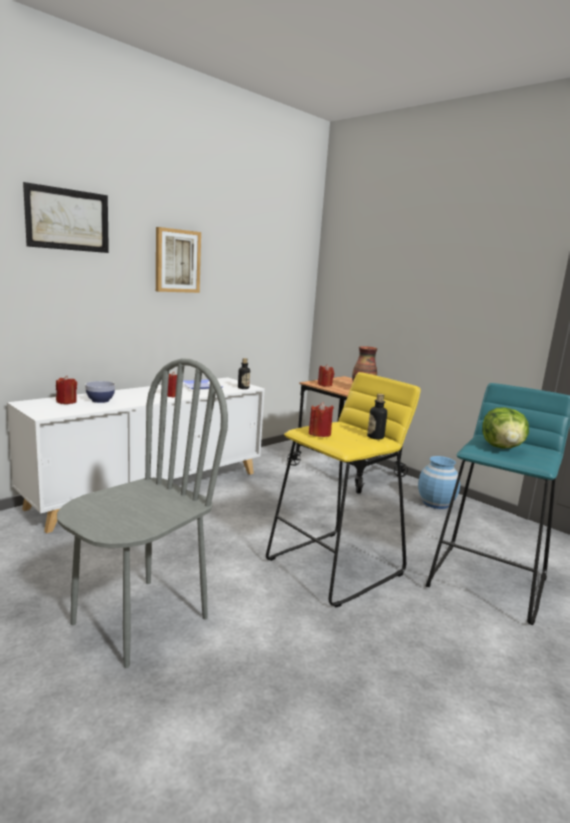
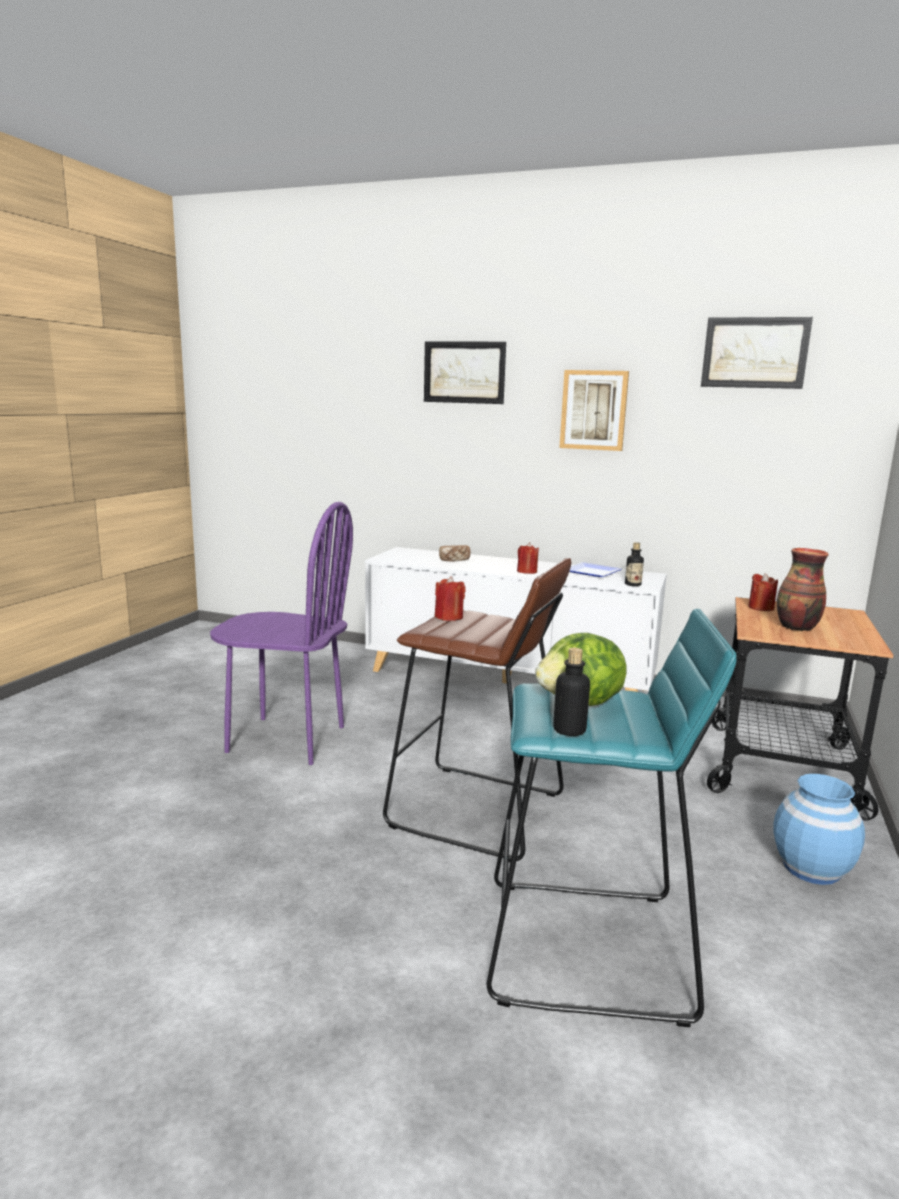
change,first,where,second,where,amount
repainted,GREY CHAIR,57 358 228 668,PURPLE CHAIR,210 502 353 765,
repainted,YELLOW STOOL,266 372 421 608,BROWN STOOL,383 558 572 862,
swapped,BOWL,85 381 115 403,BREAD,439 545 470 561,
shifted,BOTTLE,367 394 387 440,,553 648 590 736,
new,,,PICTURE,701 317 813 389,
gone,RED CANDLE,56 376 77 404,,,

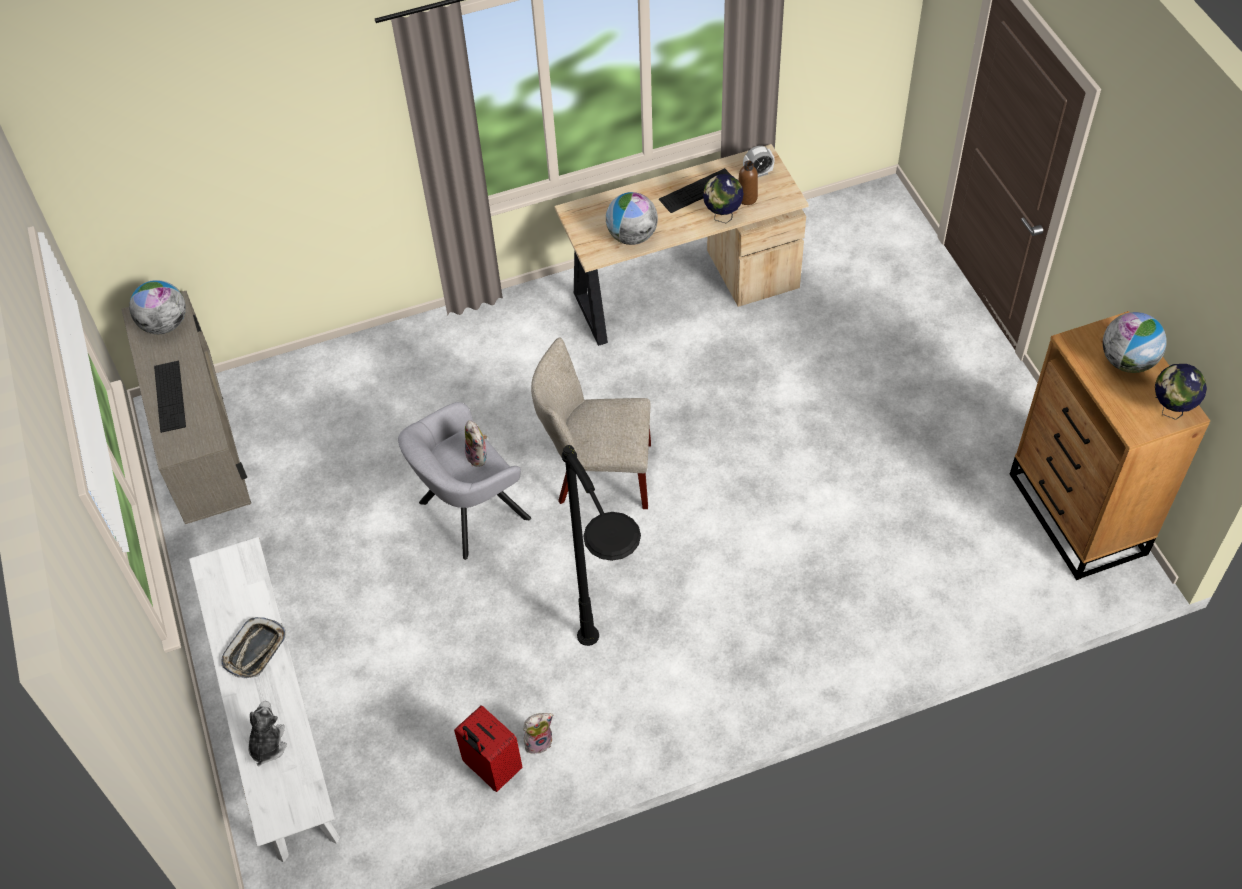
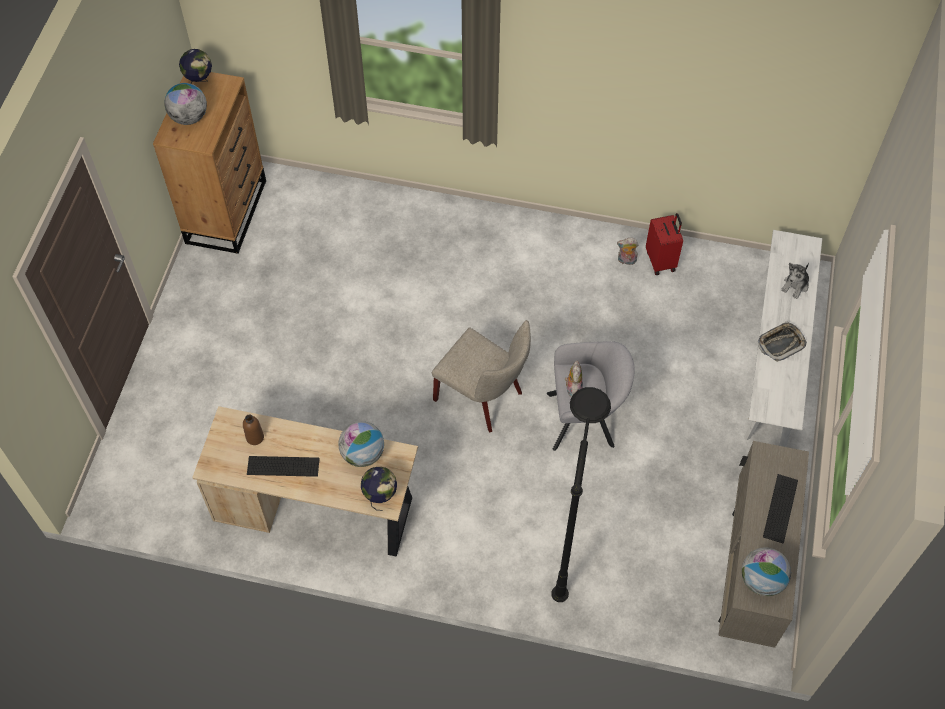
change,first,where,second,where,amount
shifted,GLOBE,703 174 744 223,,361 467 397 511,
shifted,BLACK FLOOR LAMP,562 445 641 646,,551 387 611 602,
gone,ALARM CLOCK,743 146 775 177,,,

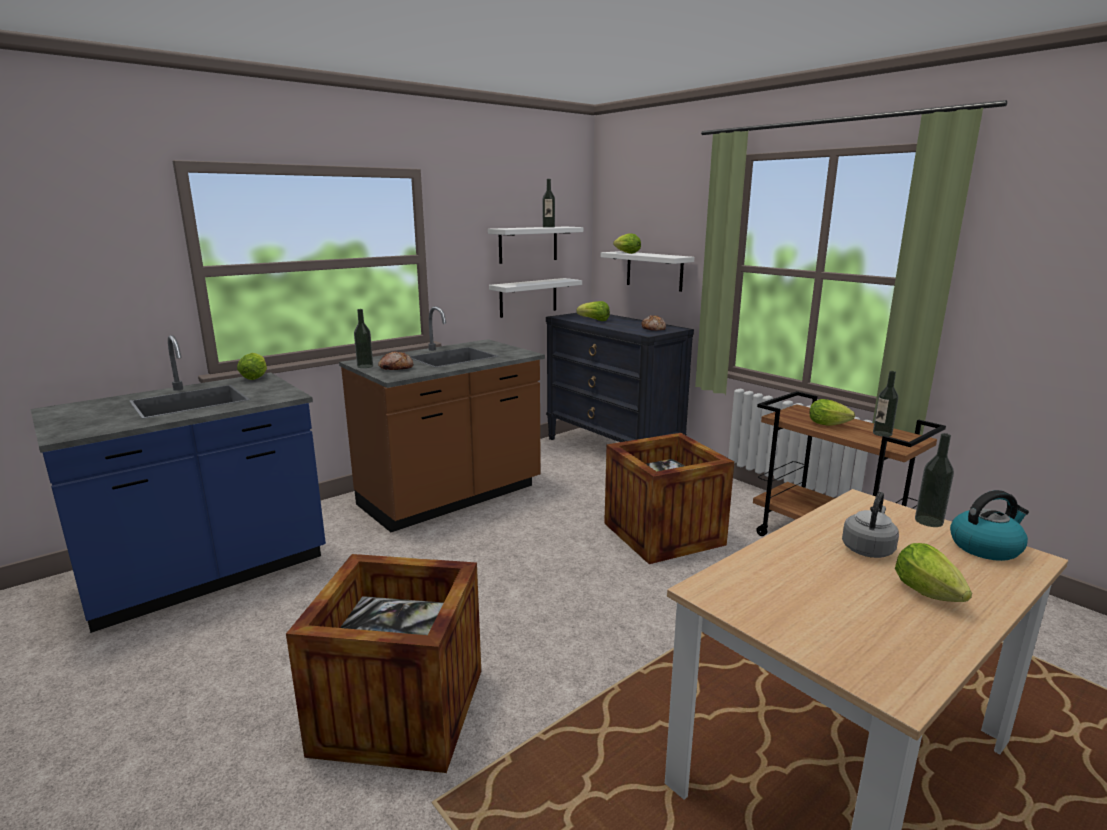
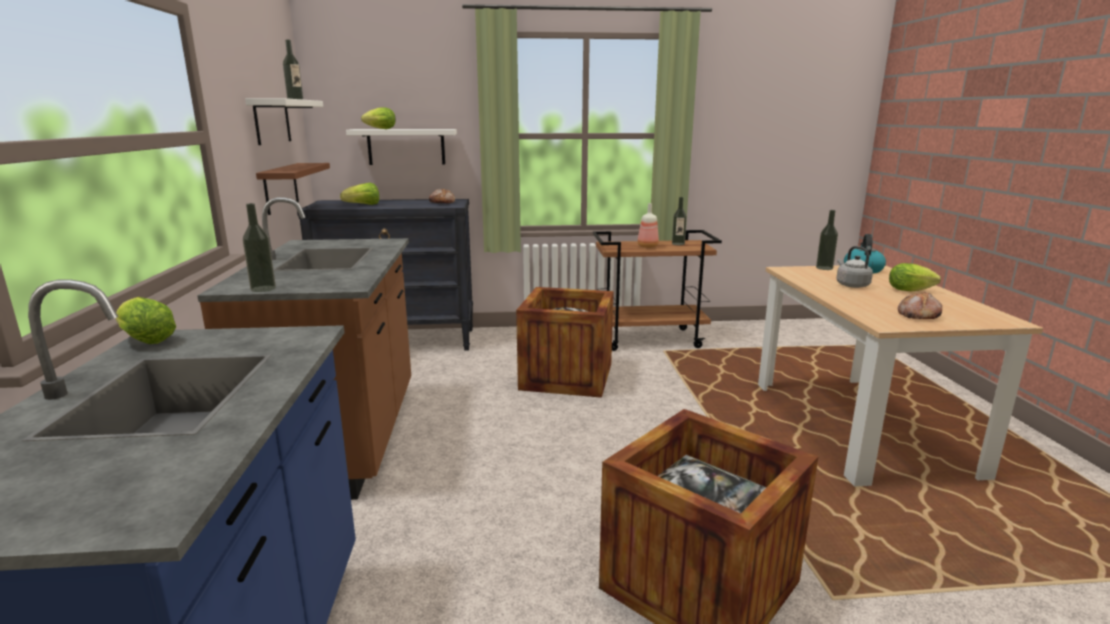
change,first,where,second,where,amount
repainted,WHITE SHELF,489 278 582 318,BROWN SHELF,256 163 330 215,
swapped,LETTUCE,809 399 855 426,BOTTLE,637 203 659 248,
shifted,BREAD,378 351 413 370,,898 292 942 319,

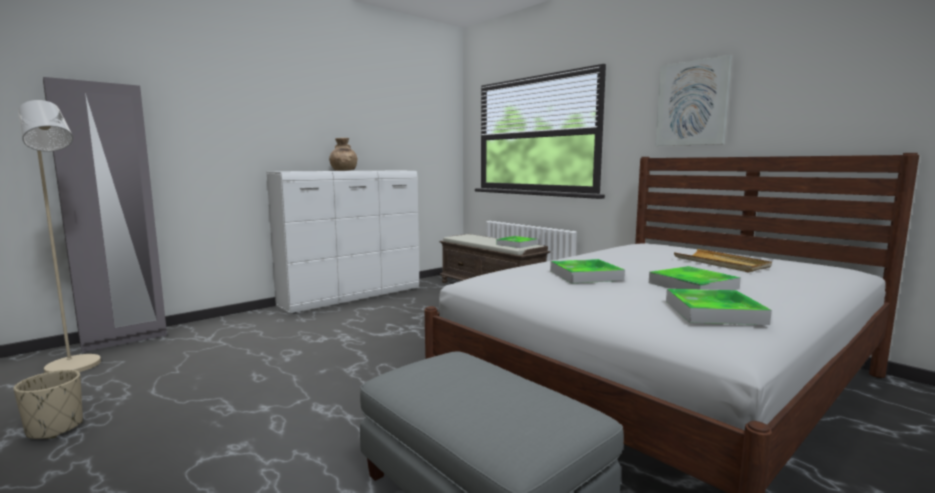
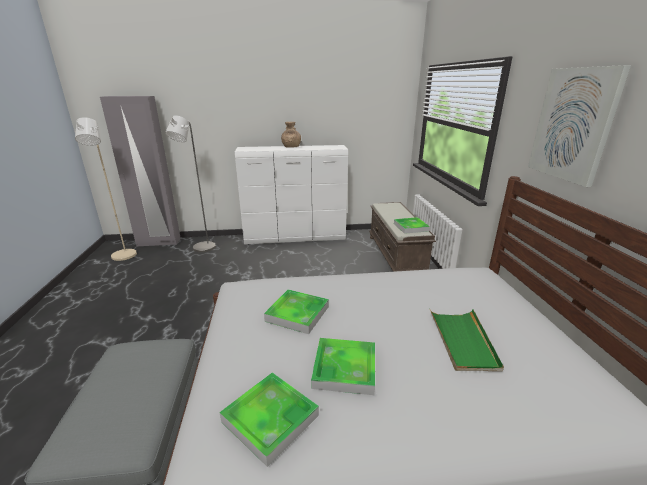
change,first,where,second,where,amount
new,,,GREY FLOOR LAMP,165 115 216 252,
repainted,BEIGE TRAY,674 249 772 273,GREEN TRAY,430 310 504 372,
gone,BEIGE PLANTER,14 370 83 439,,,

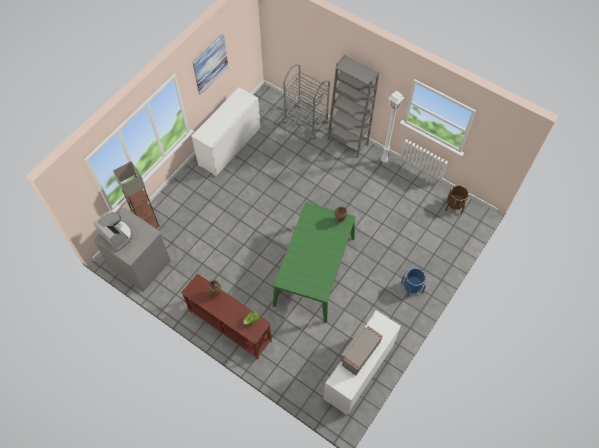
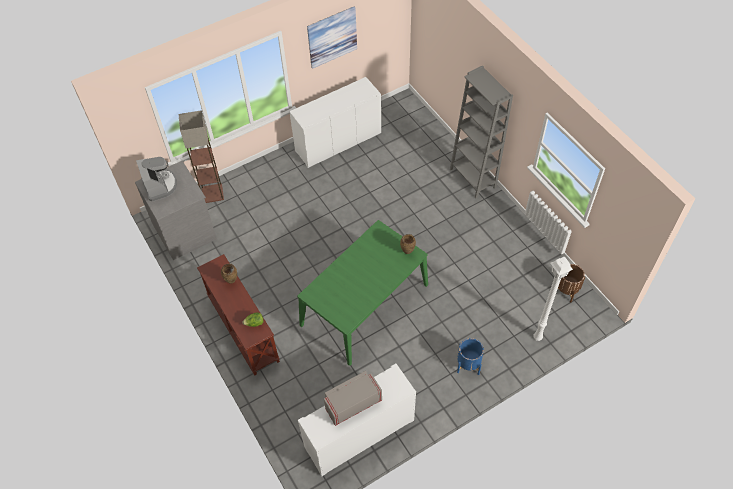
change,first,where,second,where,amount
shifted,WHITE FLOOR LAMP,381 91 404 162,,533 256 573 341,
gone,GREY CART,283 64 330 140,,,

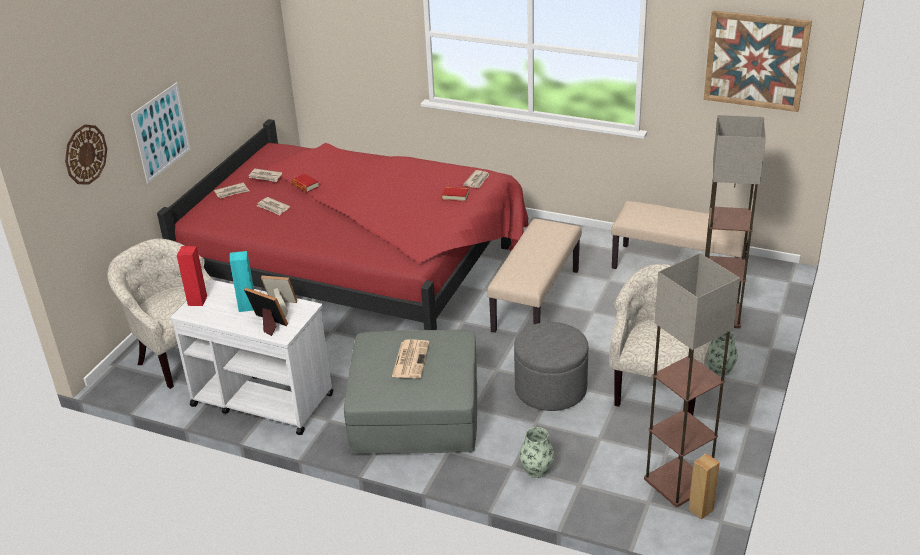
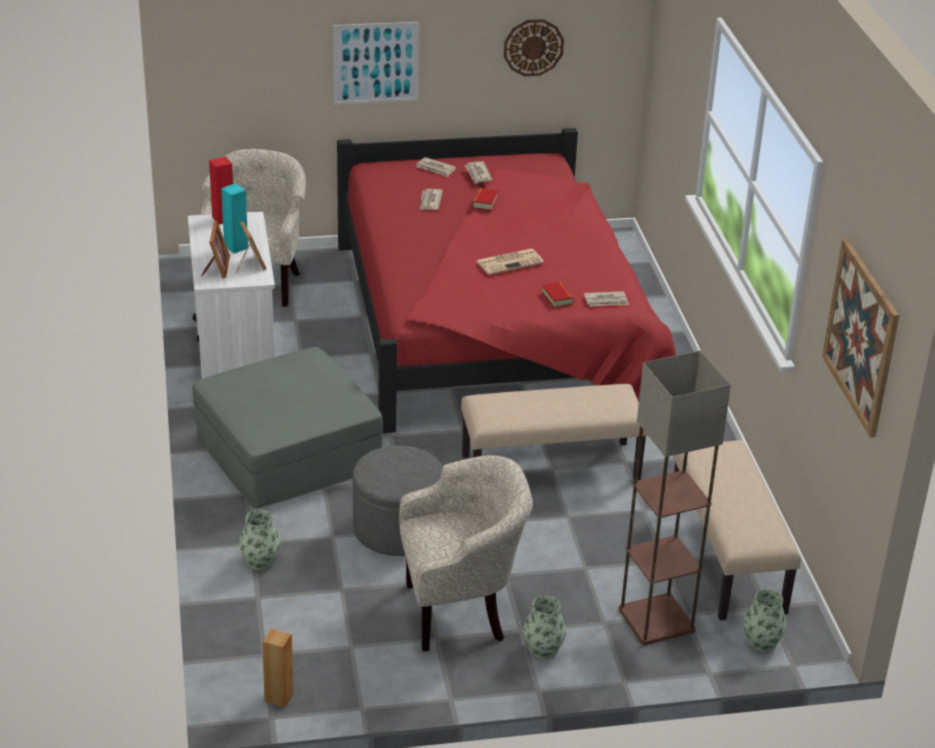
change,first,where,second,where,amount
shifted,NEWSPAPER,392 340 430 378,,477 249 544 275,
shifted,WALL CLOCK,65 124 107 185,,504 19 564 76,
new,,,VASE,743 589 786 652,
gone,FLOOR LAMP,644 253 740 507,,,

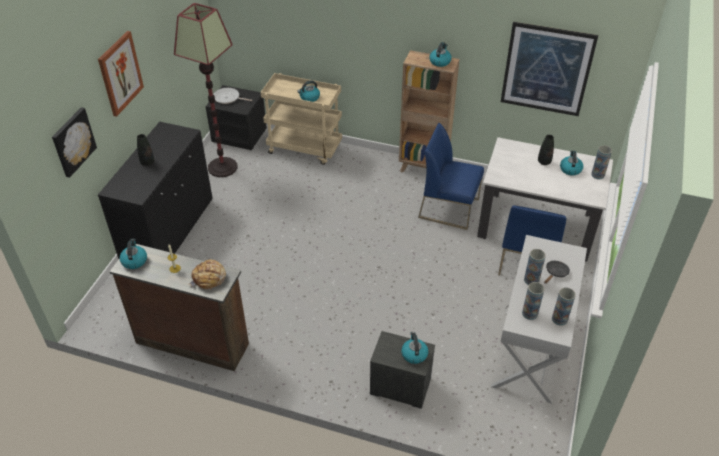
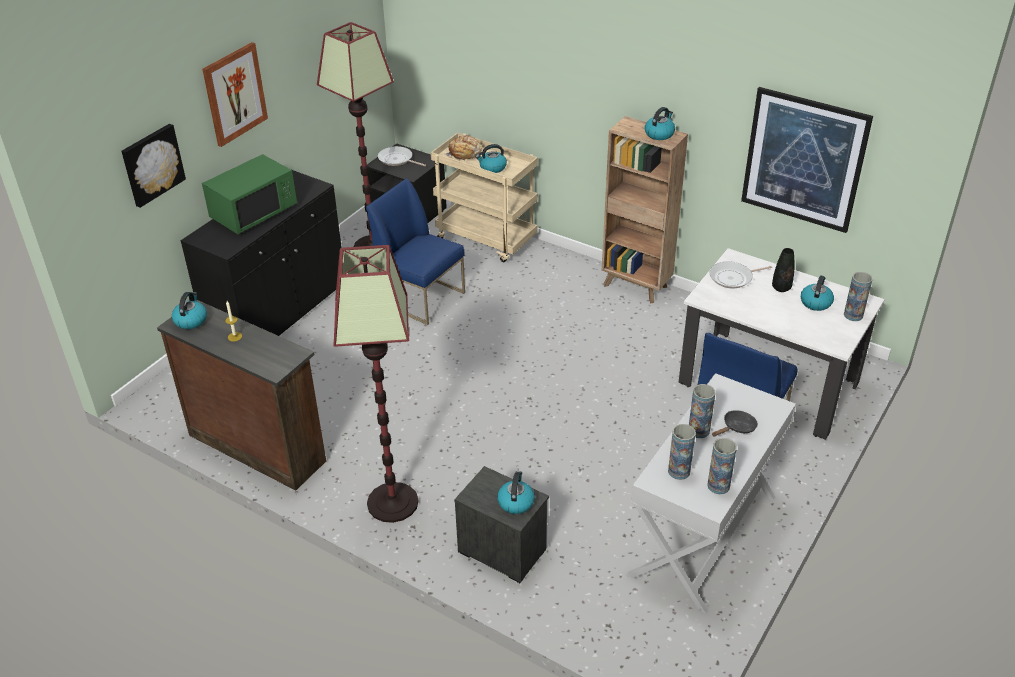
change,first,where,second,where,amount
swapped,BLACK VASE,137 134 154 166,GREEN MICROWAVE,202 154 297 234,
new,,,FLOOR LAMP,333 245 418 523,
shifted,BLUE CHAIR,418 123 484 230,,366 178 465 325,
shifted,BREAD,188 259 226 290,,445 135 482 161,
new,,,FRYING PAN,710 261 772 288,

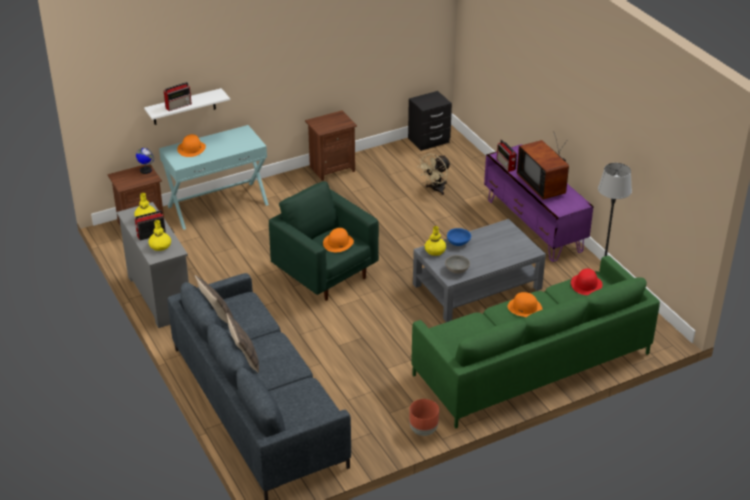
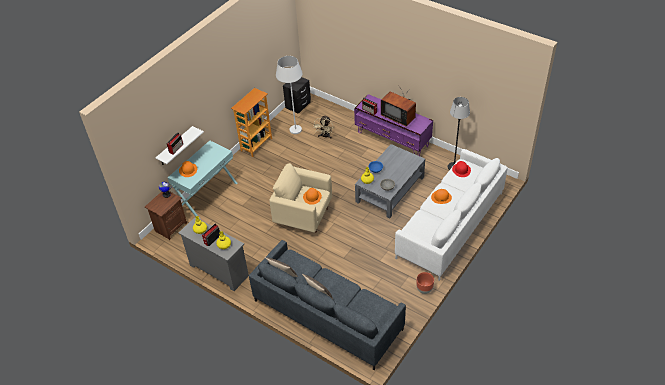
change,first,where,second,where,amount
swapped,BROWN NIGHTSTAND,305 111 357 181,BOOKCASE,231 88 272 157,
repainted,GREEN ARMCHAIR,269 181 379 301,BEIGE ARMCHAIR,269 163 332 233,
new,,,WHITE FLOOR LAMP,276 56 303 134,
repainted,GREEN SOFA,411 256 660 428,WHITE SOFA,395 149 508 281,

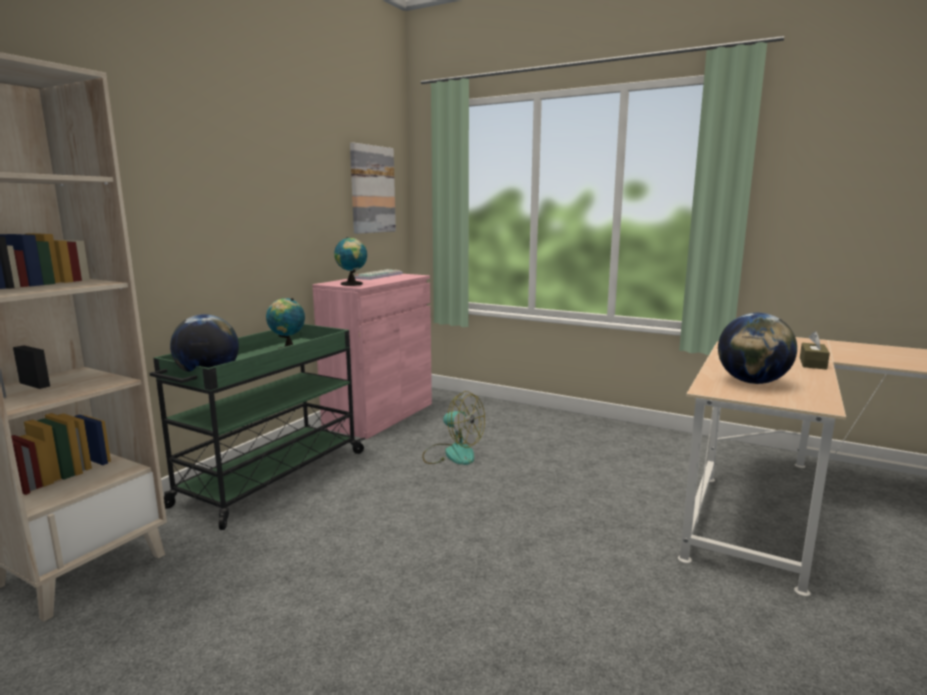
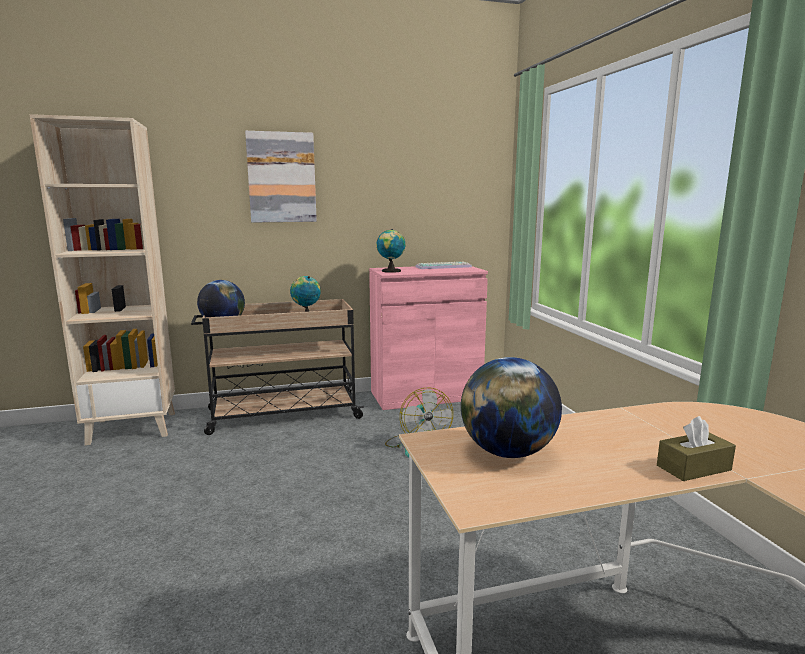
change,first,where,second,where,amount
repainted,GREEN CART,150 324 365 530,BEIGE CART,191 299 365 435,
shifted,PICTURE,350 143 396 234,,245 131 317 223,

